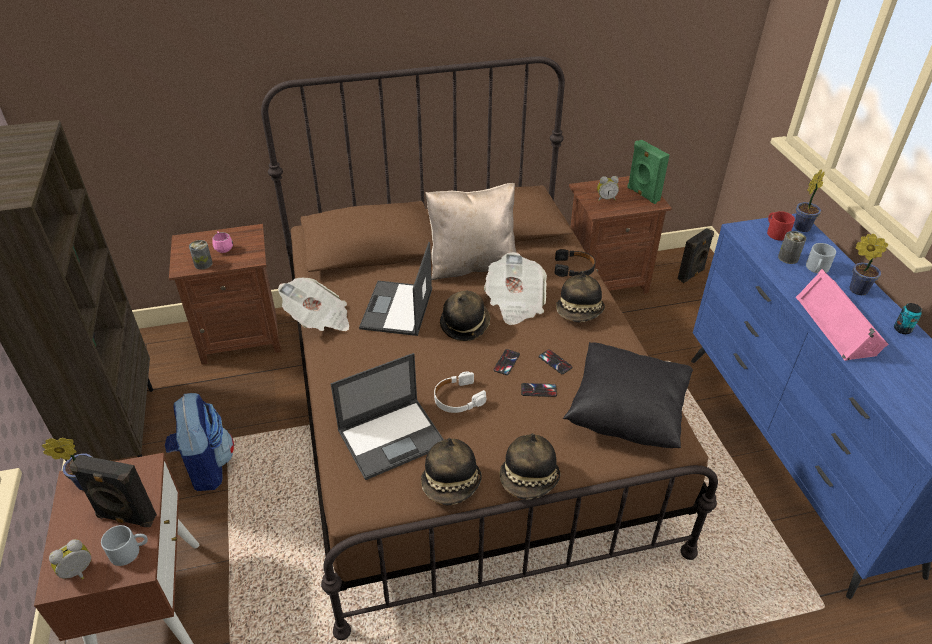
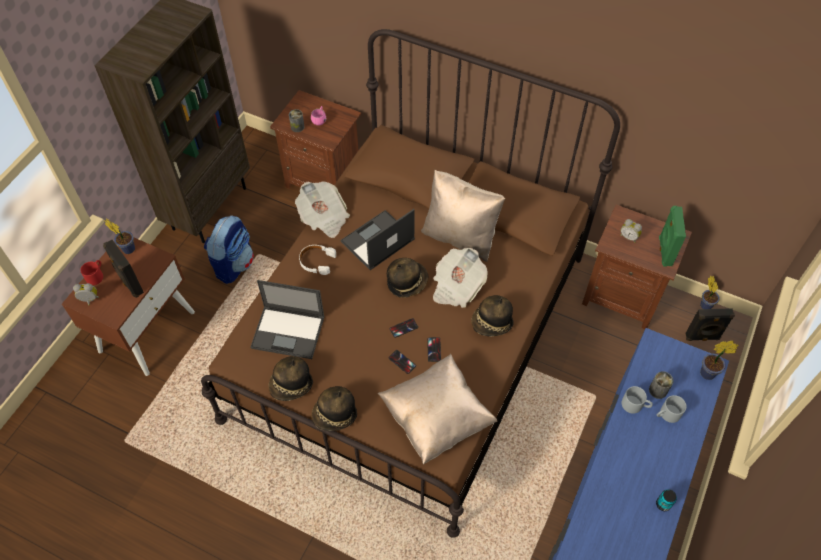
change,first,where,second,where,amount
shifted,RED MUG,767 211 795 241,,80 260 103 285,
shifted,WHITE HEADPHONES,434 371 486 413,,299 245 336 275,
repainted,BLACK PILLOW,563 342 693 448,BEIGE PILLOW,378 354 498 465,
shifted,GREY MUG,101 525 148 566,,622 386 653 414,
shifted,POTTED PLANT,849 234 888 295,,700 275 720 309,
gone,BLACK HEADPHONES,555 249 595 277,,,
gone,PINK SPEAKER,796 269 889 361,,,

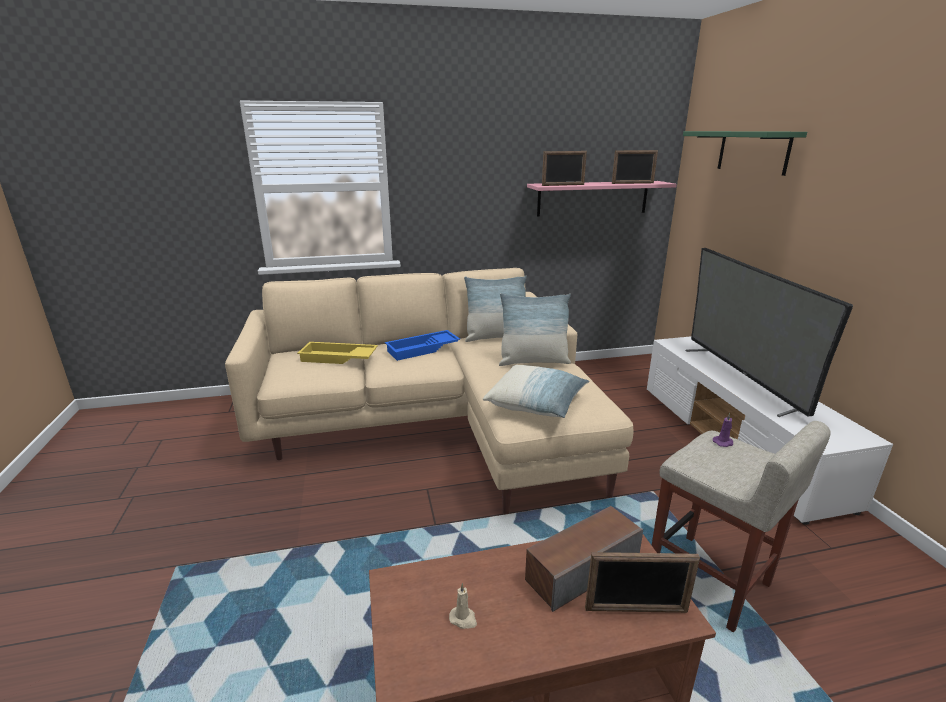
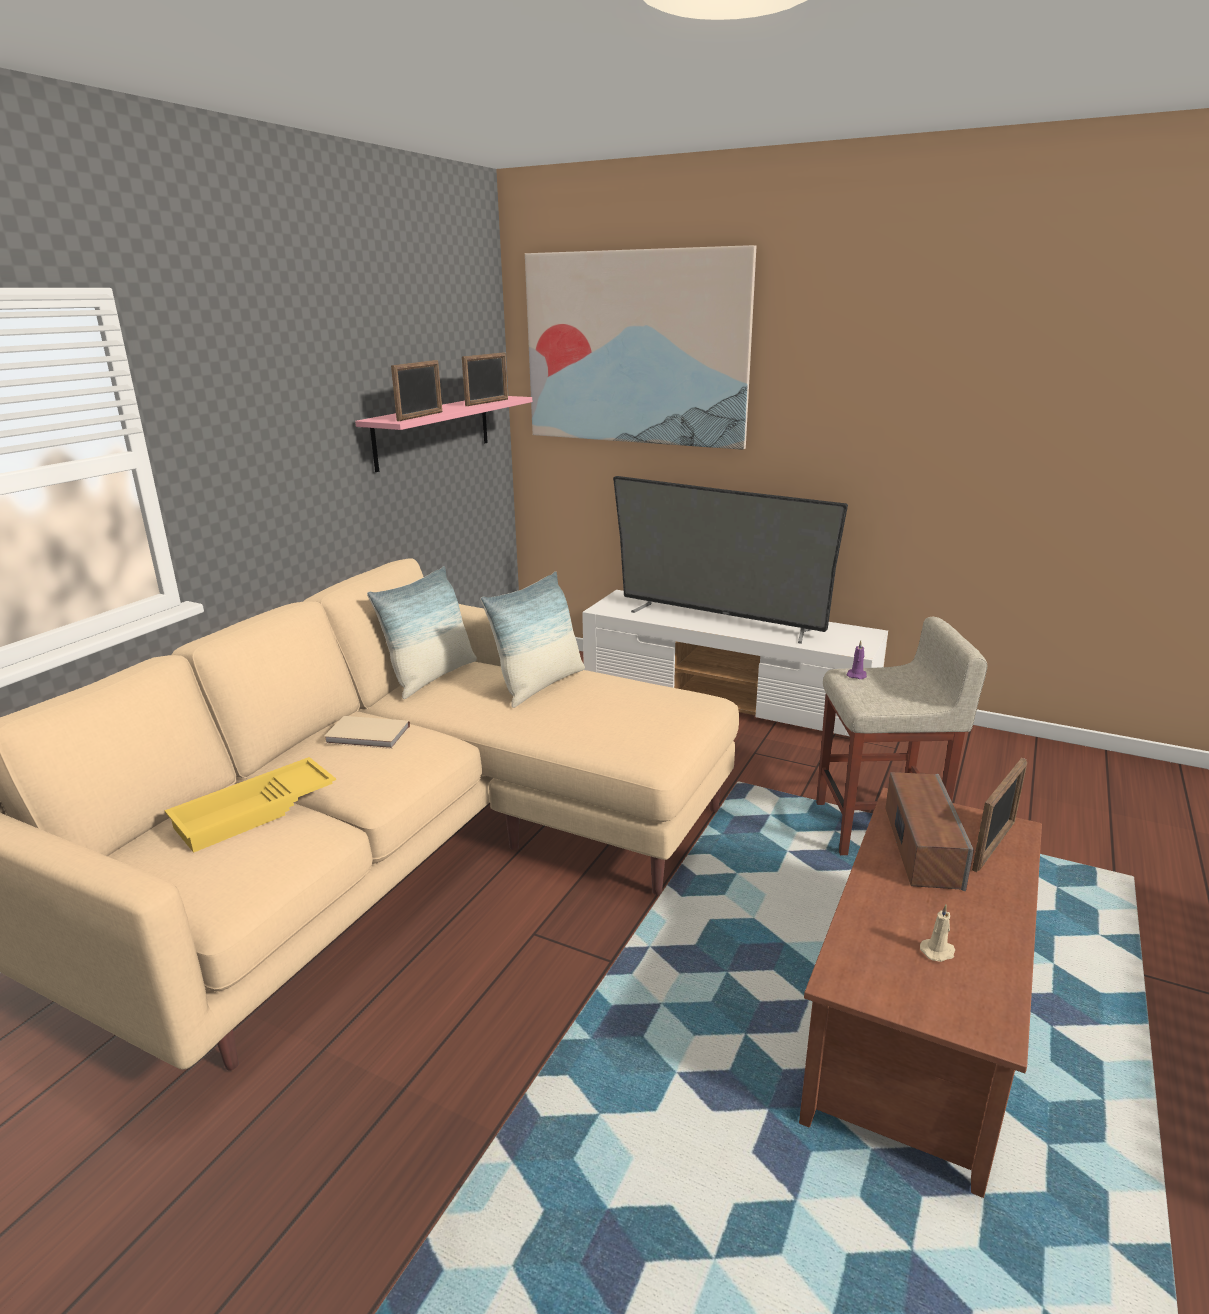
change,first,where,second,where,amount
swapped,BLUE TRAY,385 330 460 361,BEIGE BOOK,324 716 410 749,
swapped,GREEN SHELF,683 131 807 176,PICTURE,525 245 756 450,
gone,PILLOW,483 365 589 418,,,

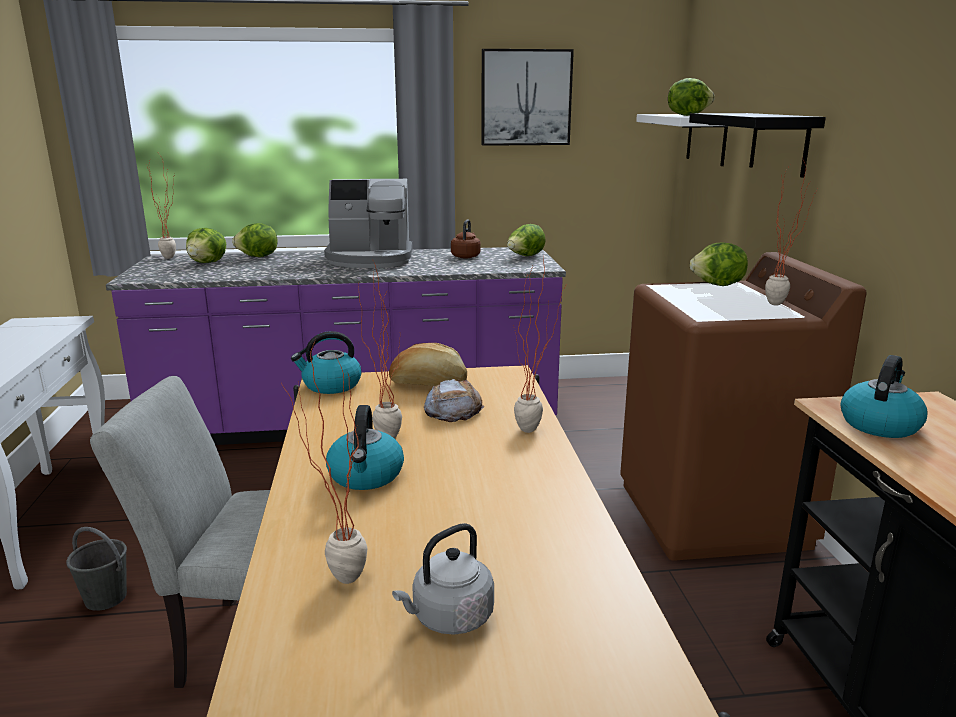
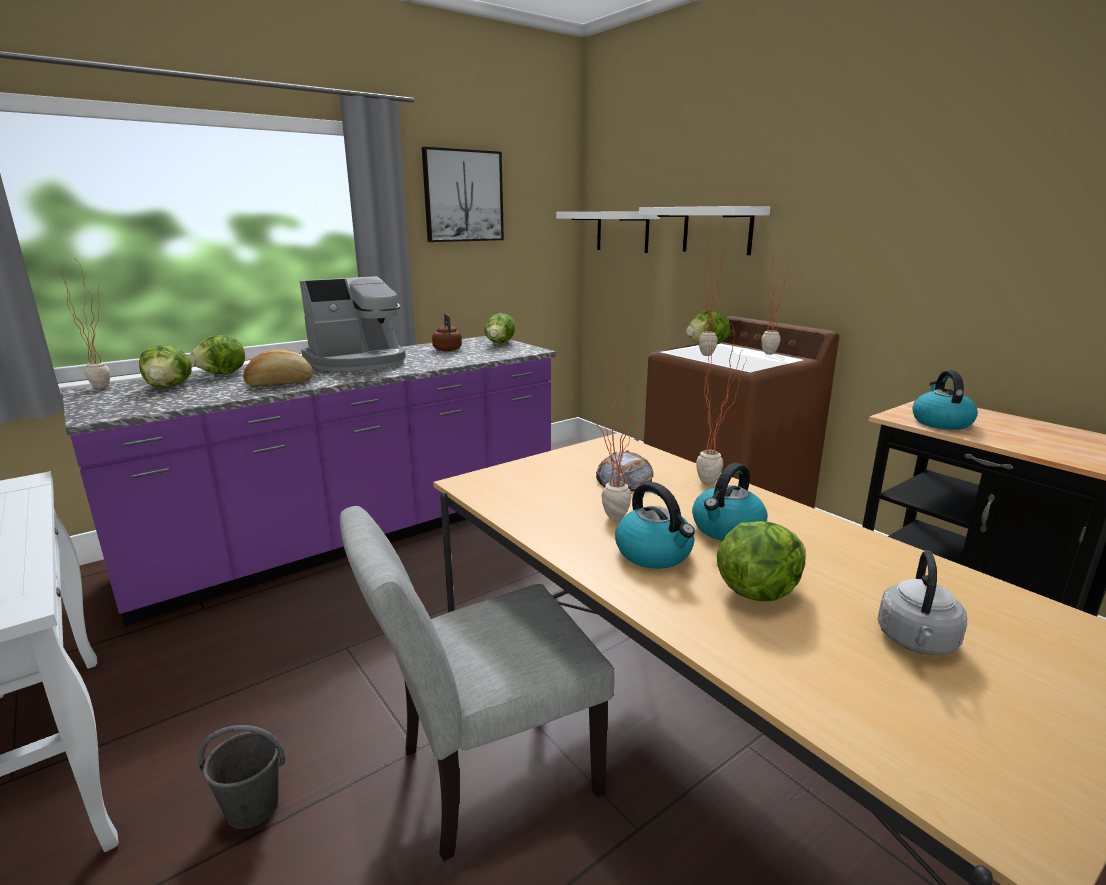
change,first,where,second,where,amount
shifted,BREAD,389 343 467 386,,243 349 313 386,
repainted,BLACK SHELF,689 113 826 178,WHITE SHELF,639 206 770 255,
shifted,KETTLE,291 331 361 394,,692 463 767 541,
shifted,POTTED PLANT,281 339 367 584,,697 238 725 356,
shifted,LETTUCE,668 78 715 116,,717 521 806 601,

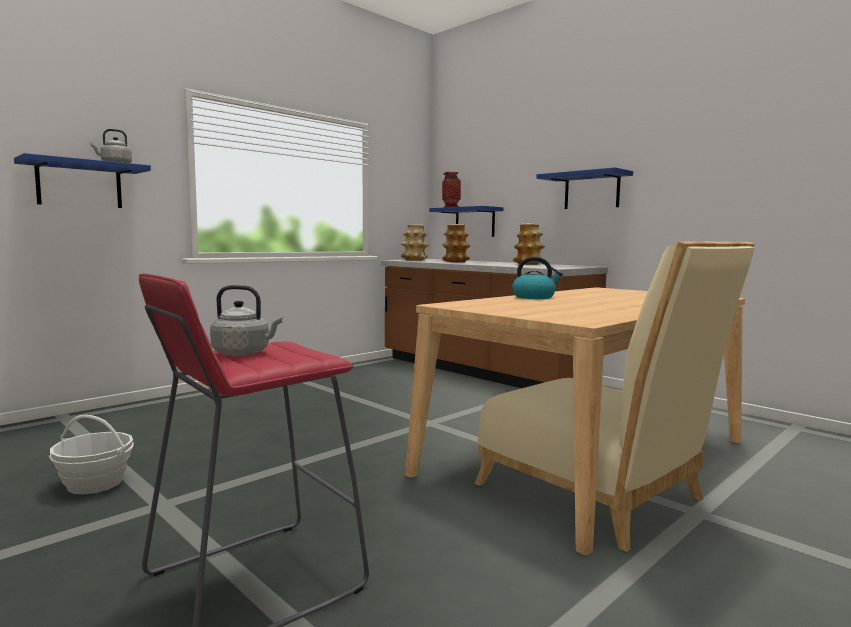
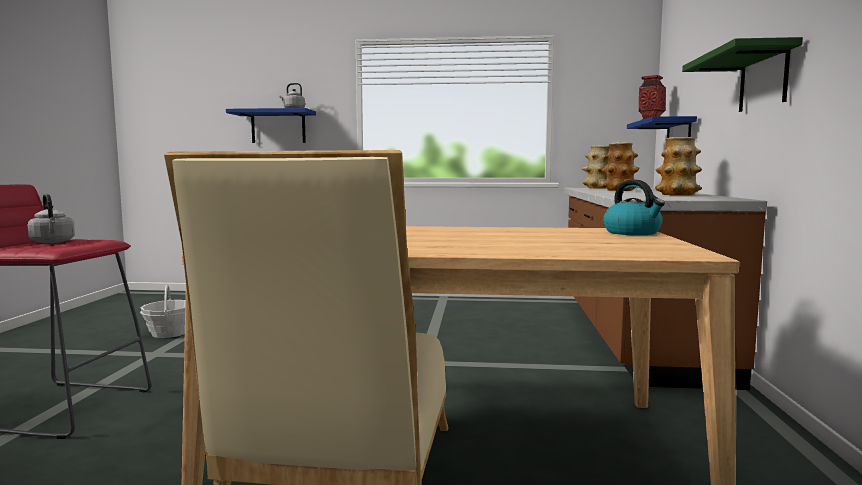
change,first,where,second,where,amount
shifted,KETTLE,512 257 563 299,,603 180 665 235,
repainted,BLUE SHELF,537 167 633 209,GREEN SHELF,682 37 803 112,

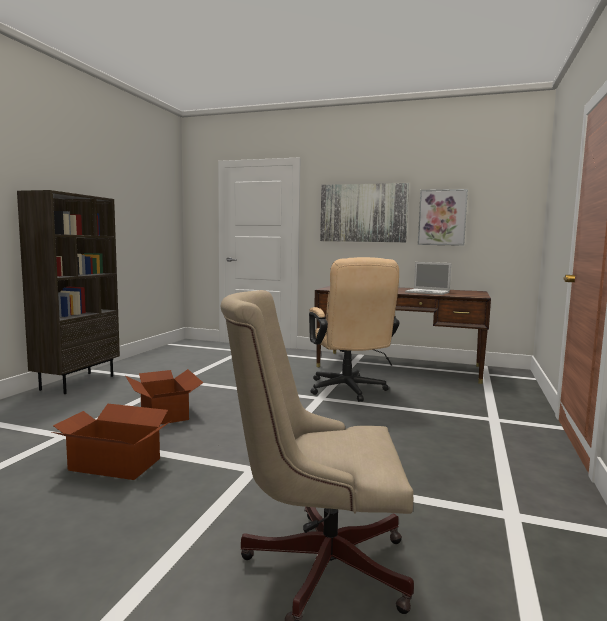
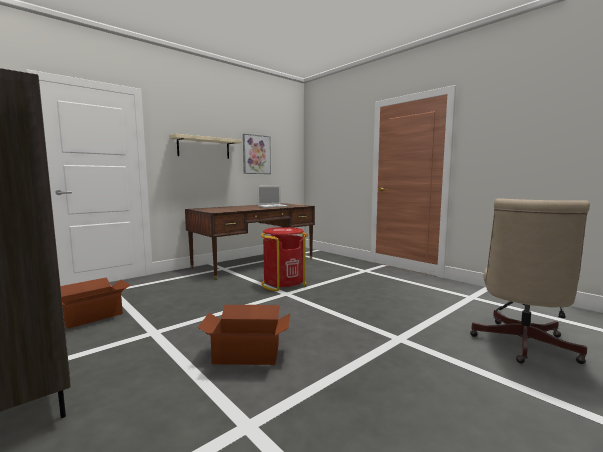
change,first,where,second,where,amount
shifted,CARDBOARD BOX,52 404 171 480,,60 277 130 329,
swapped,PICTURE,320 183 409 242,BEIGE SHELF,169 134 242 159,
swapped,BEIGE OFFICE CHAIR,309 257 399 402,RED TRASH CAN,261 227 308 291,

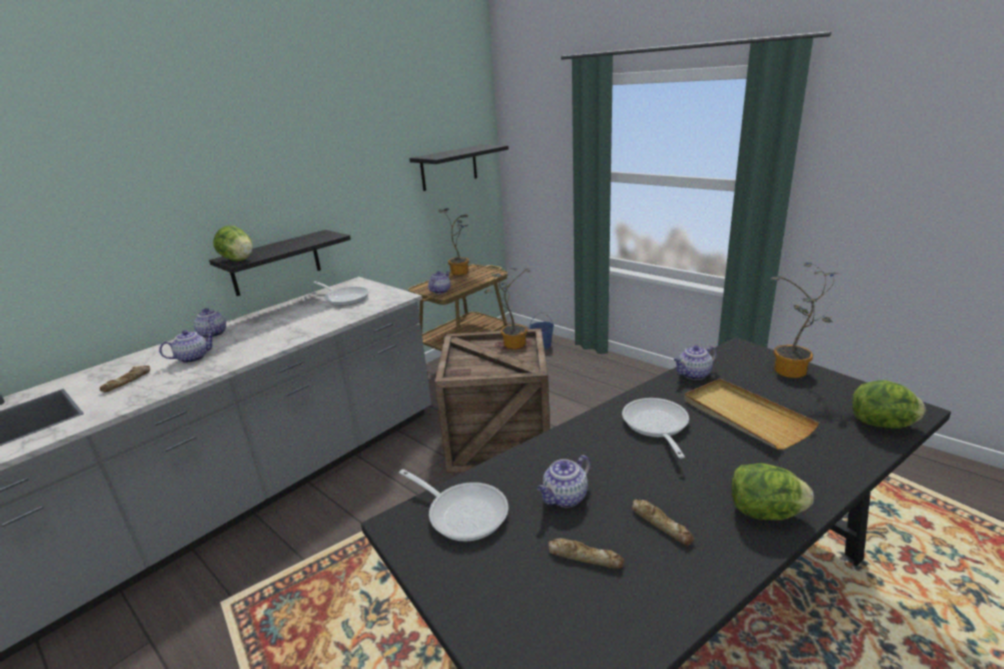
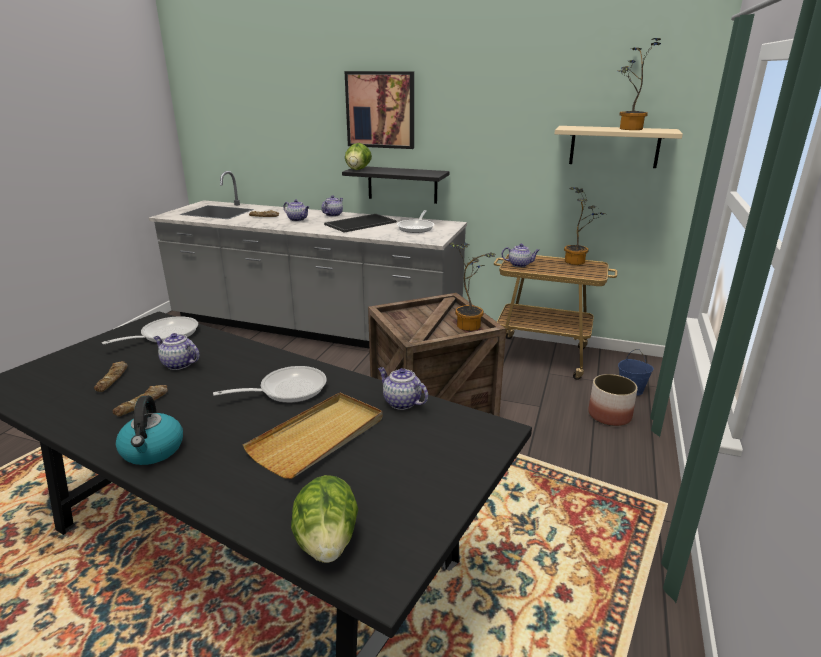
change,first,where,second,where,amount
rotated,FRYING PAN,399 469 509 542,,102 316 198 345,150 degrees counterclockwise
swapped,LETTUCE,731 463 814 520,KETTLE,116 396 183 465,
new,,,TRAY,324 214 397 232,
new,,,PICTURE,344 71 414 149,
repainted,BLACK SHELF,409 145 509 191,BEIGE SHELF,555 126 683 168,
new,,,PLANTER,588 374 638 426,
shifted,POTTED PLANT,770 262 841 378,,618 38 661 130,

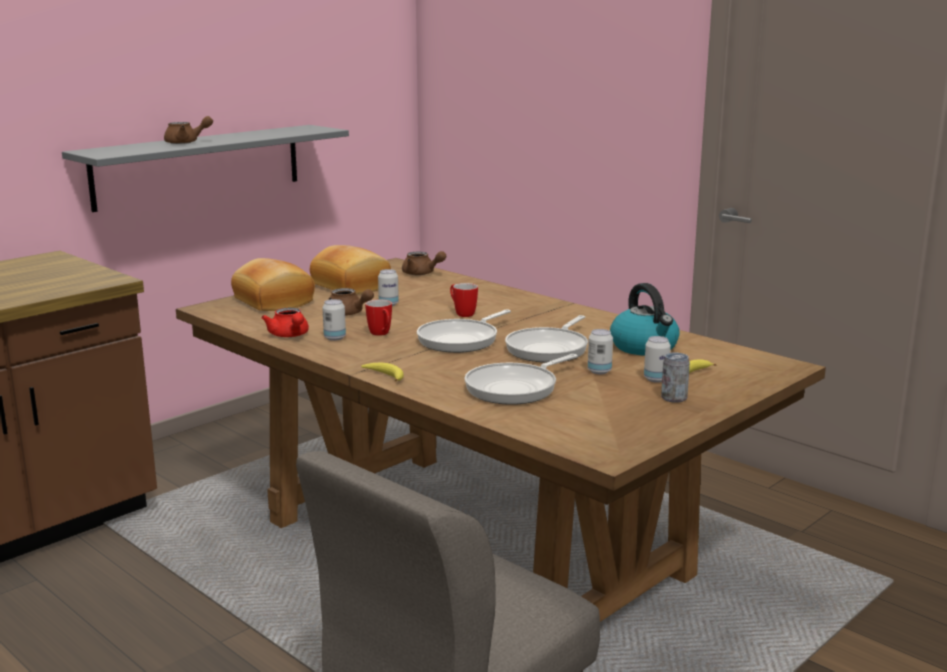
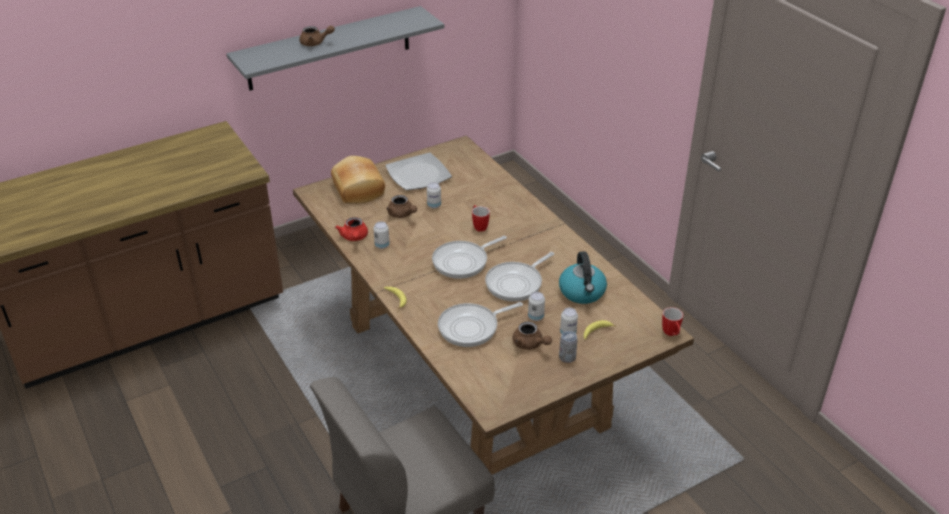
change,first,where,second,where,amount
swapped,BREAD,310 245 391 294,PLATE,385 152 452 190,
shifted,BROWN TEAPOT,402 251 446 275,,513 322 552 350,
shifted,MUG,365 299 392 336,,662 307 683 336,

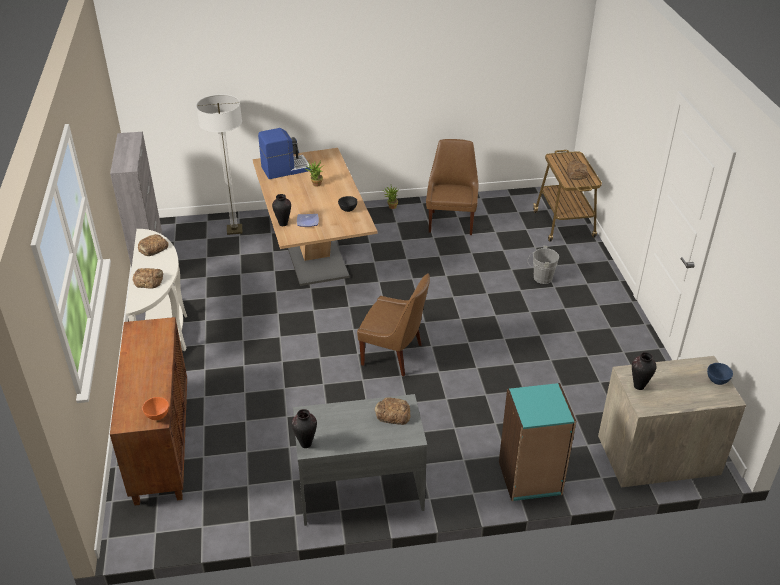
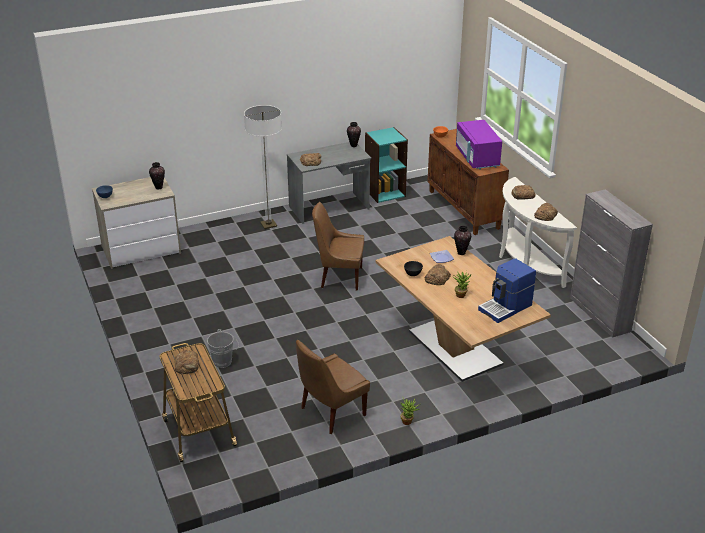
change,first,where,second,where,amount
shifted,FLOOR LAMP,196 94 243 235,,244 105 282 229,
rotated,BROWN CHAIR,426 139 478 235,,296 340 370 434,60 degrees clockwise
shifted,TURQUOISE BOOKCASE,499 383 576 501,,365 127 408 203,
new,,,BREAD,425 264 451 285,
new,,,PURPLE MICROWAVE,456 120 502 170,

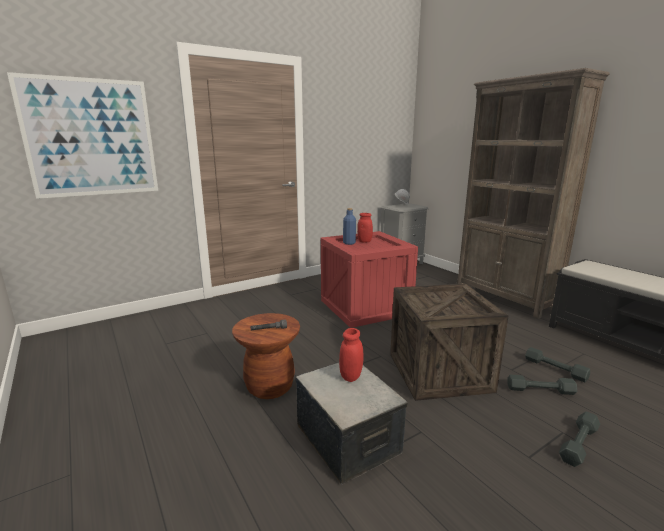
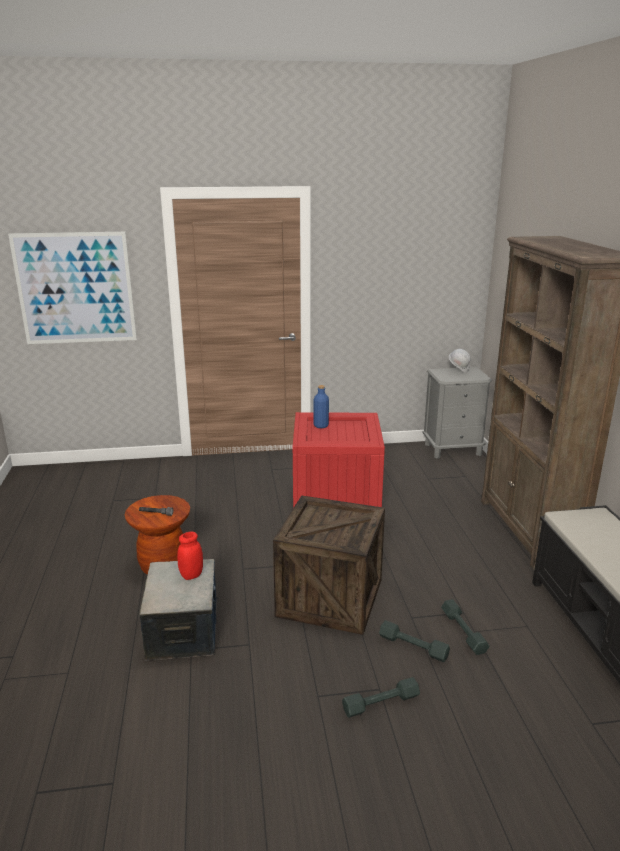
change,first,where,second,where,amount
gone,RED JAR,357 213 373 243,,,

